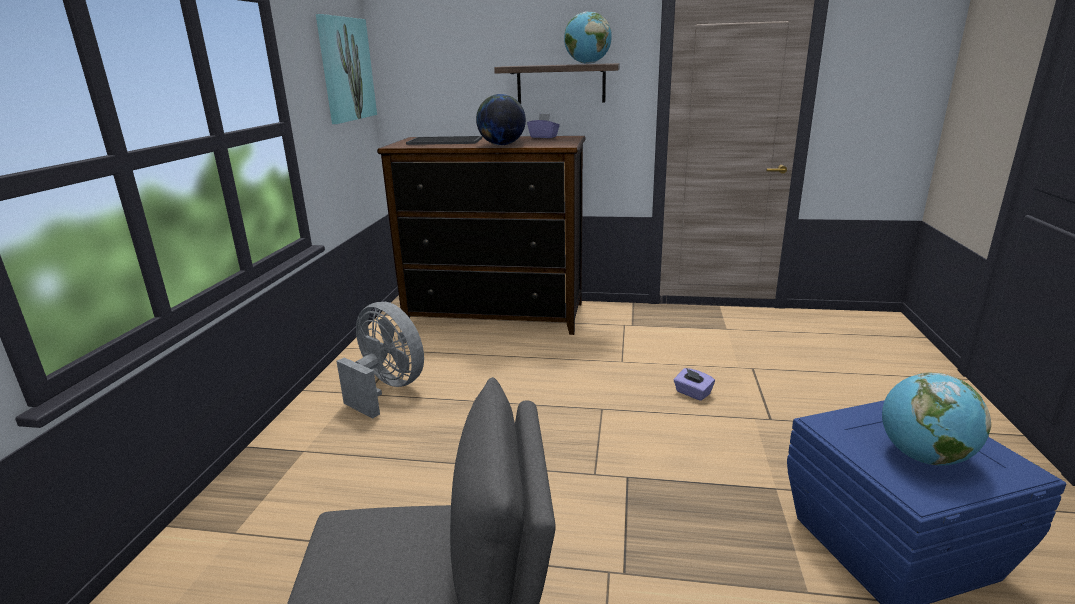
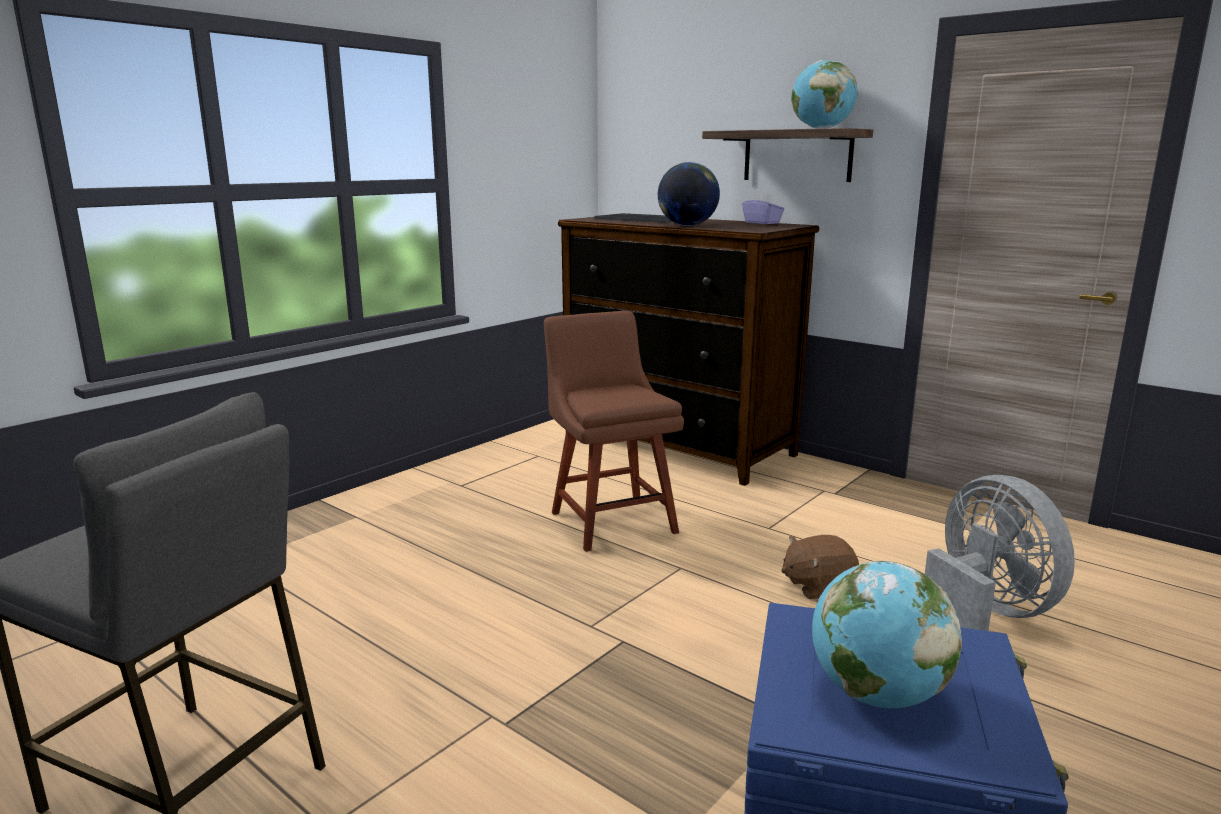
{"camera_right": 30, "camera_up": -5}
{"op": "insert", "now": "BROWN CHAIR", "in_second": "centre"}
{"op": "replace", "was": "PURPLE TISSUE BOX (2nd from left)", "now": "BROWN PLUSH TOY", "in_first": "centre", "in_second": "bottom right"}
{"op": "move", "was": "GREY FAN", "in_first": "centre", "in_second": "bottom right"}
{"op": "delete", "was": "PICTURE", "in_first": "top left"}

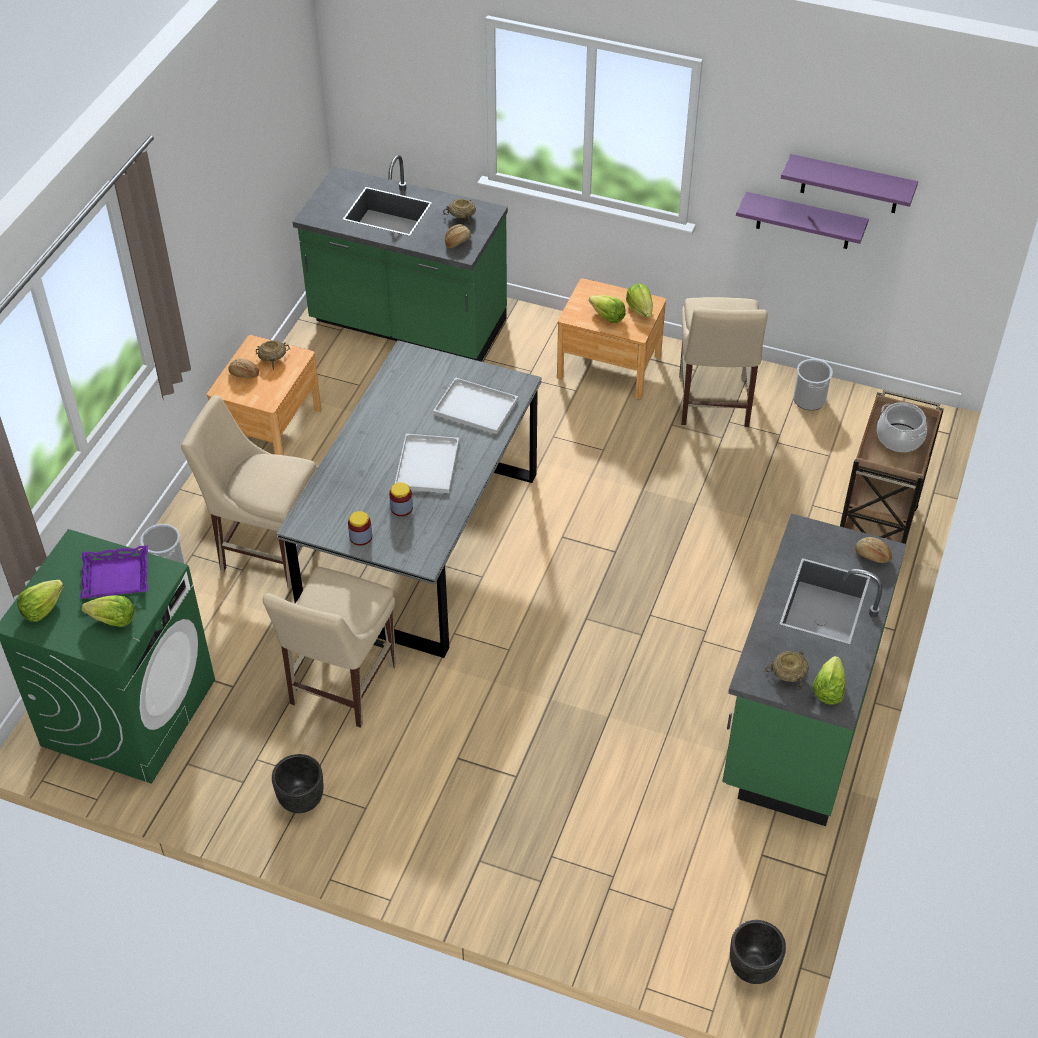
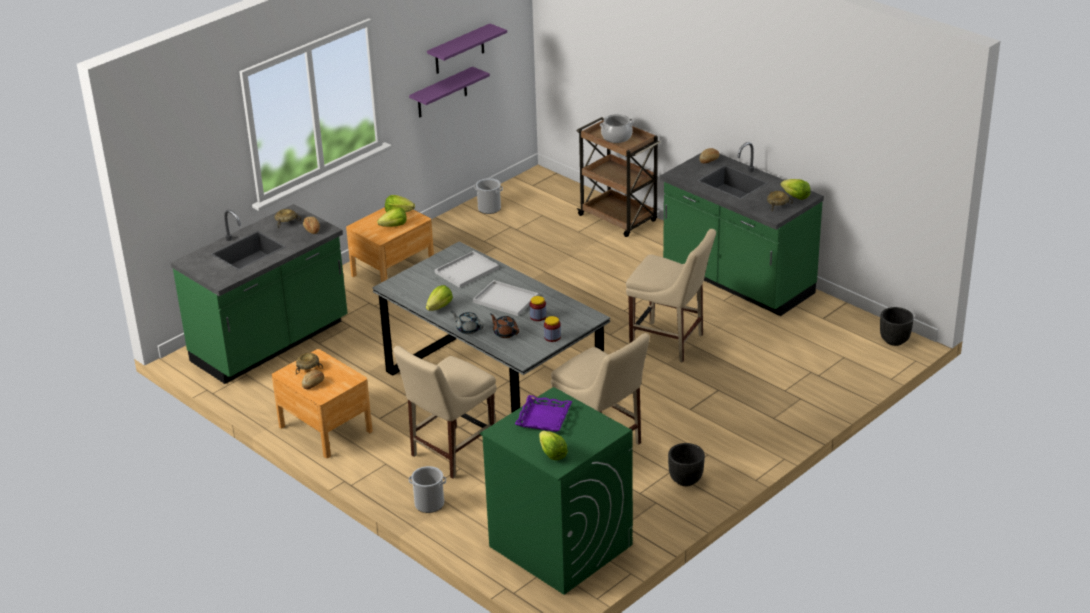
{"camera_right": -65, "camera_up": -15}
{"op": "move", "was": "LETTUCE (2nd from left in the first image)", "now": "LETTUCE (3rd from left)", "in_first": "middle left", "in_second": "centre"}
{"op": "insert", "now": "GREY TEAPOT", "in_second": "centre"}
{"op": "insert", "now": "BROWN TEAPOT", "in_second": "centre"}
{"op": "move", "was": "BEIGE CHAIR (3rd from left)", "in_first": "middle right", "in_second": "centre"}

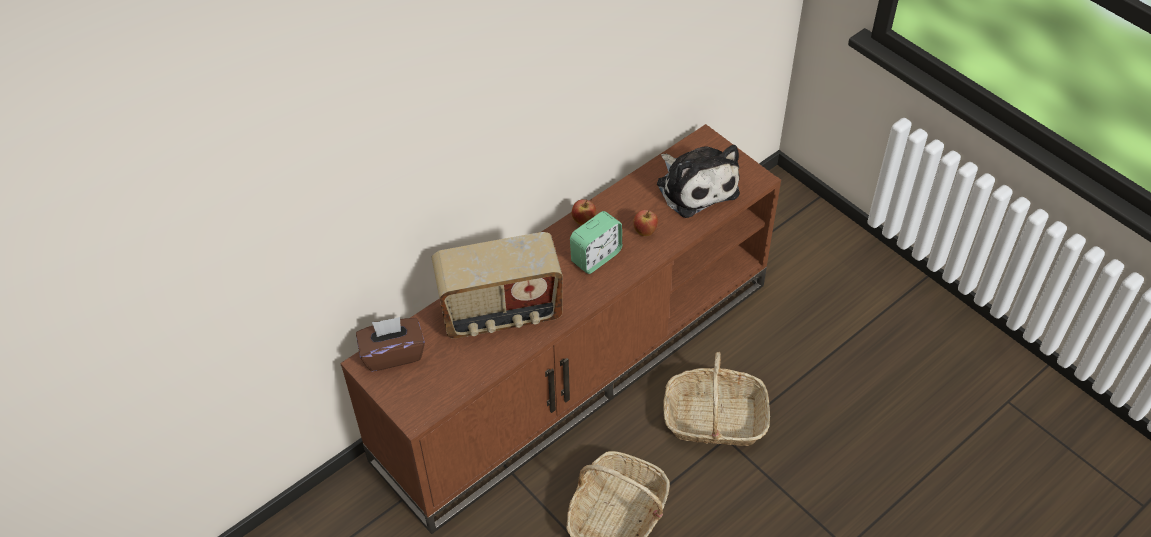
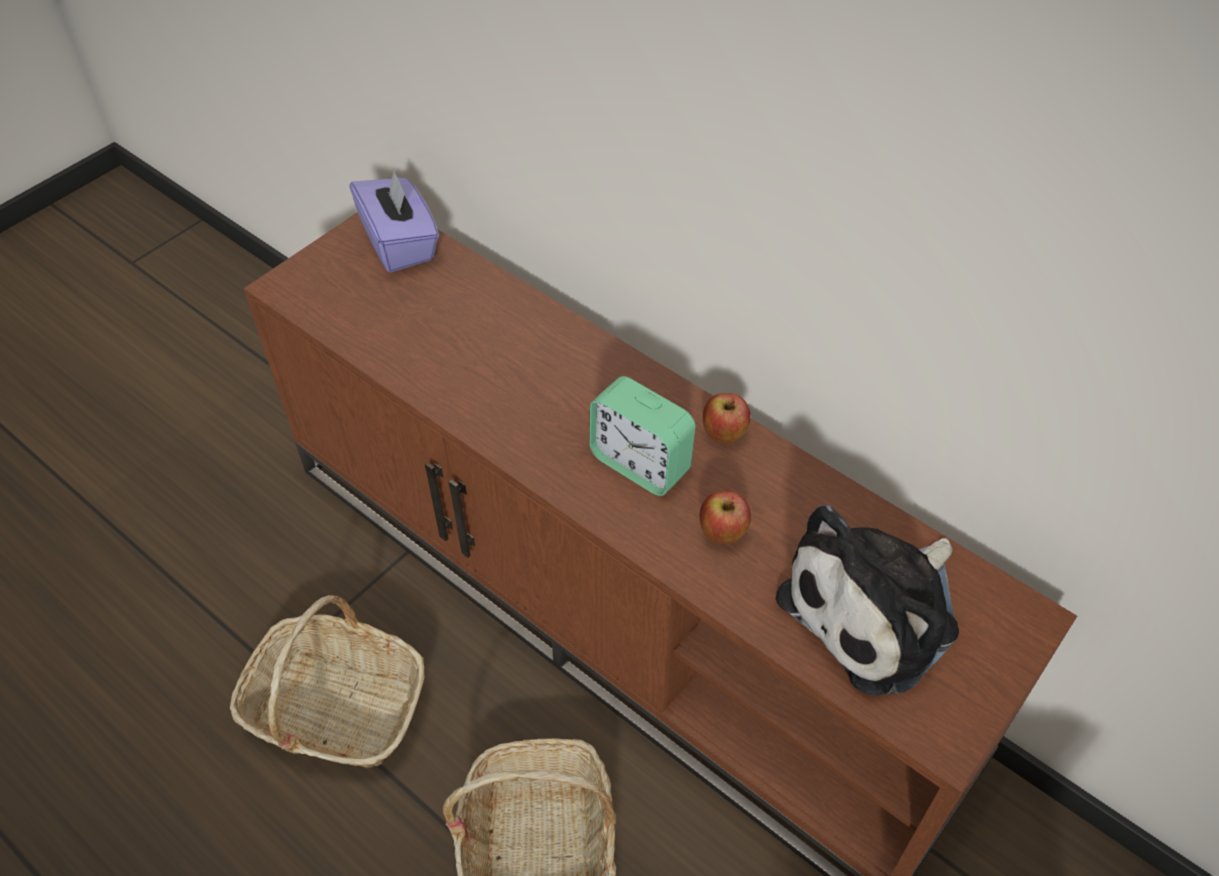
{"camera_right": 80, "camera_up": 0}
{"op": "recolor", "was": "BROWN TISSUE BOX", "now": "PURPLE TISSUE BOX", "in_first": "centre", "in_second": "top left"}
{"op": "delete", "was": "RADIO", "in_first": "centre"}

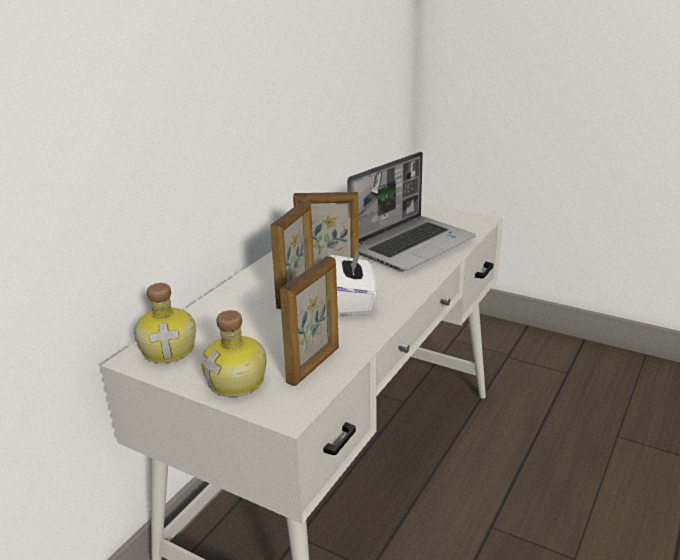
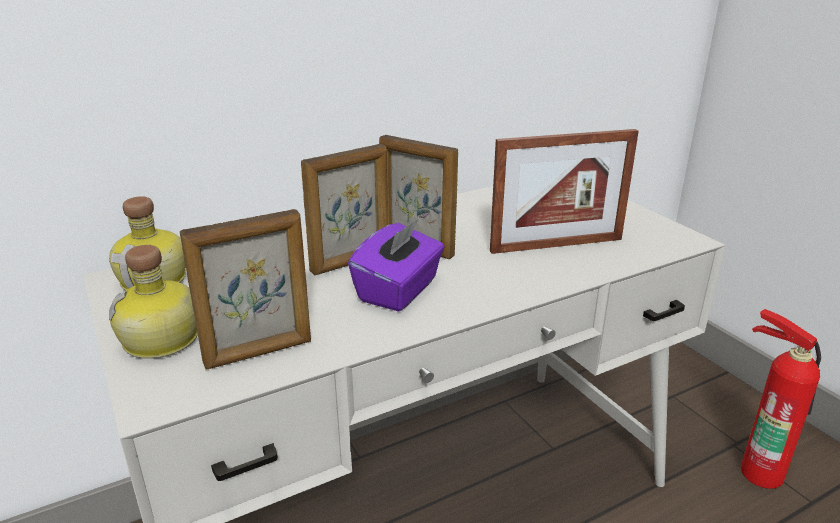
{"camera_right": 30, "camera_up": 0}
{"op": "recolor", "was": "WHITE TISSUE BOX", "now": "PURPLE TISSUE BOX", "in_first": "centre", "in_second": "centre"}
{"op": "replace", "was": "LAPTOP", "now": "PICTURE FRAME (4th from left)", "in_first": "centre", "in_second": "middle right"}
{"op": "insert", "now": "FIRE EXTINGUISHER", "in_second": "bottom right"}

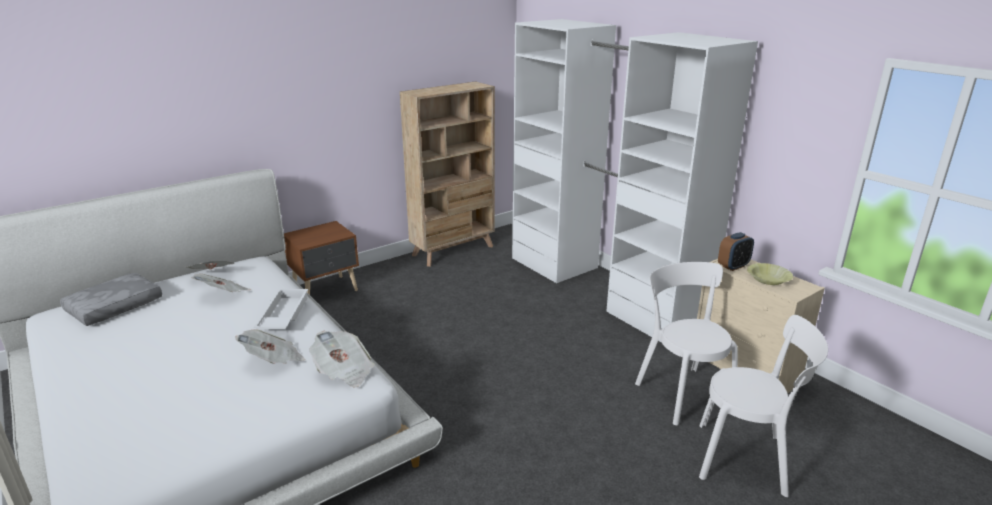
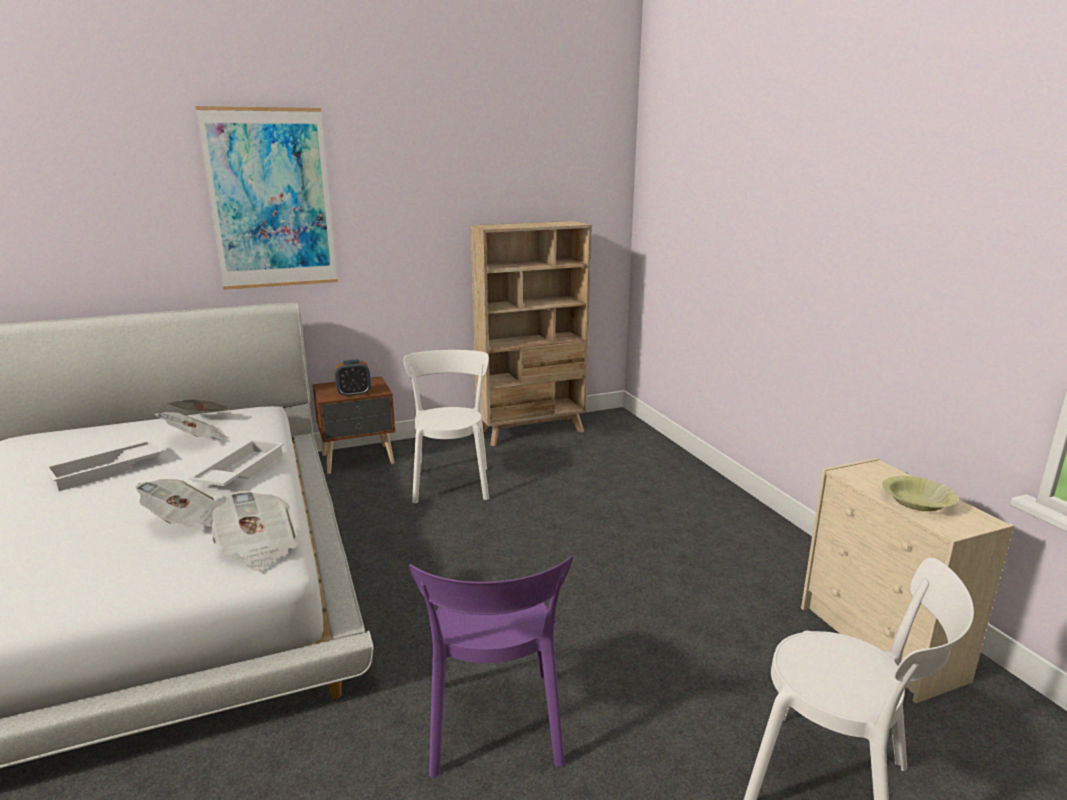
{"camera_right": 15, "camera_up": -5}
{"op": "insert", "now": "WHITE TRAY (1st from left)", "in_second": "middle left"}
{"op": "insert", "now": "PICTURE", "in_second": "top left"}
{"op": "move", "was": "ALARM CLOCK", "in_first": "middle right", "in_second": "middle left"}
{"op": "move", "was": "WHITE CHAIR (1st from left)", "in_first": "bottom right", "in_second": "centre"}
{"op": "insert", "now": "PURPLE CHAIR", "in_second": "bottom centre"}
{"op": "delete", "was": "GREY PILLOW", "in_first": "middle left"}
{"op": "delete", "was": "WHITE WARDROBE", "in_first": "centre"}

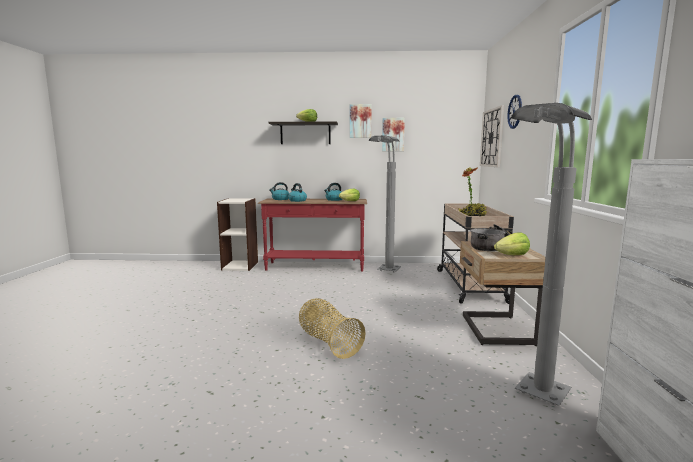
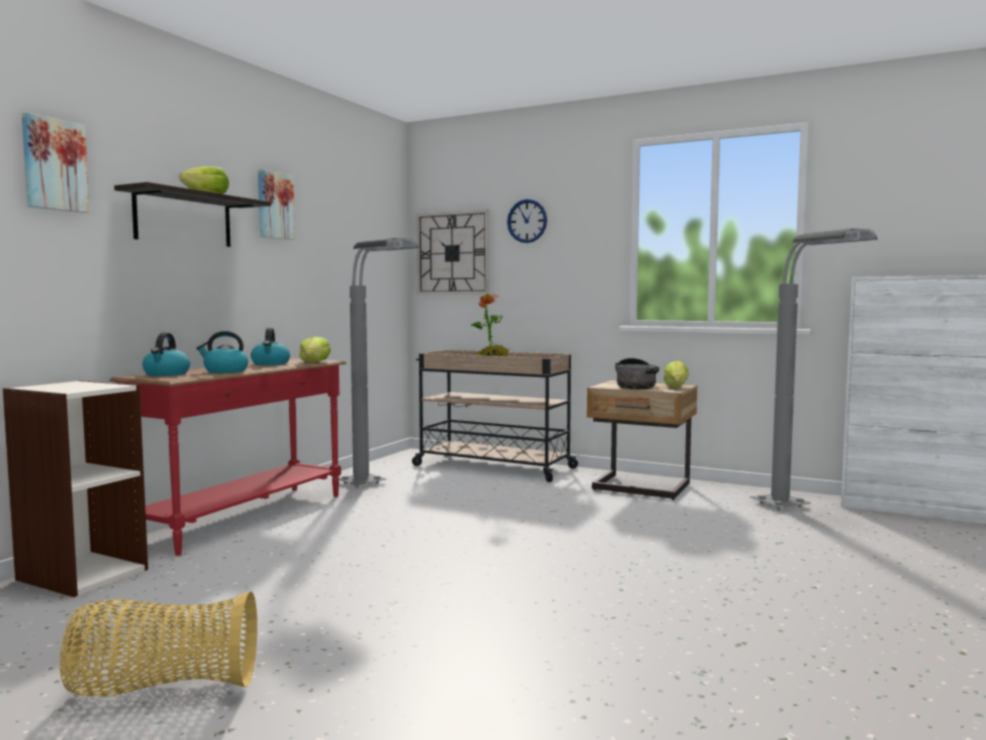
{"camera_right": -65, "camera_up": -5}
{"op": "move", "was": "PICTURE (2nd from left in the first image)", "now": "PICTURE (1st from left)", "in_first": "top centre", "in_second": "top left"}
{"op": "move", "was": "BASKET", "in_first": "bottom centre", "in_second": "bottom left"}

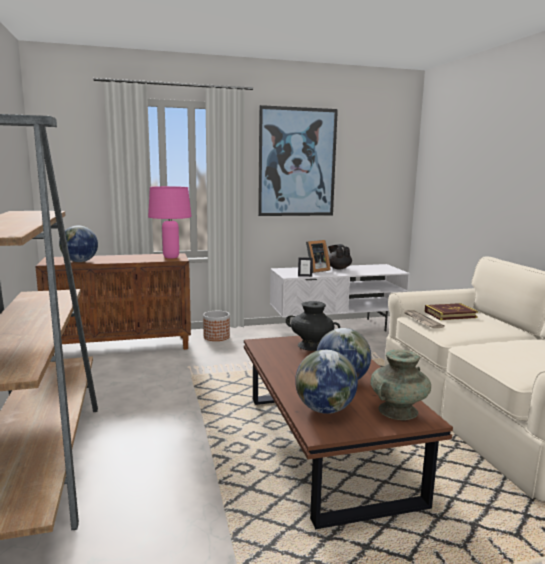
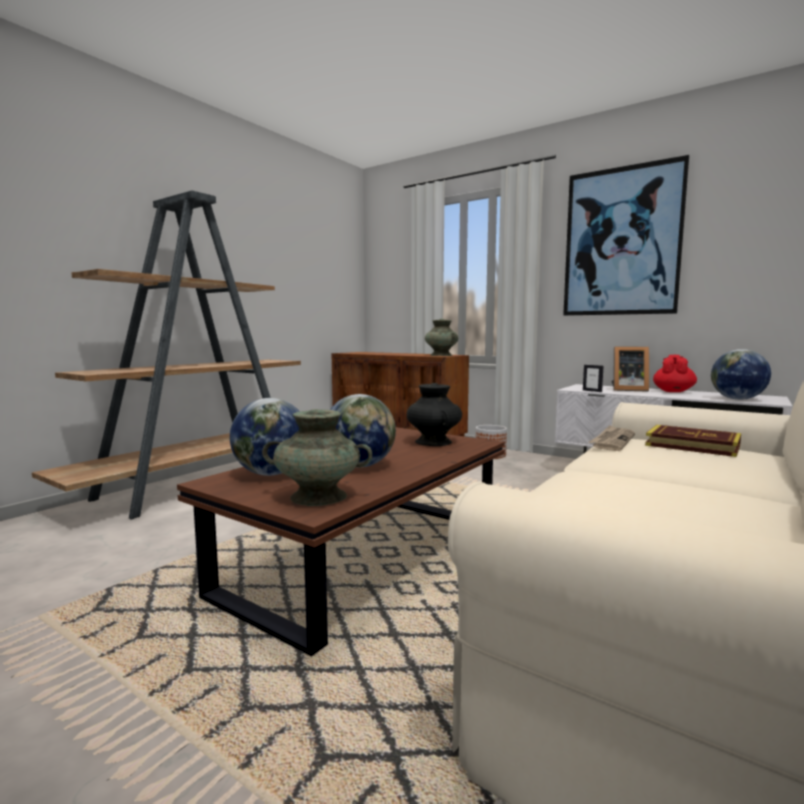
{"camera_right": 50, "camera_up": -5}
{"op": "replace", "was": "PINK TABLE LAMP", "now": "TURQUOISE VASE (2nd from left)", "in_first": "middle left", "in_second": "centre"}
{"op": "recolor", "was": "BLACK TEAPOT", "now": "RED TEAPOT", "in_first": "centre", "in_second": "middle right"}
{"op": "move", "was": "GLOBE (1st from left in the first image)", "now": "GLOBE (3rd from left)", "in_first": "middle left", "in_second": "middle right"}

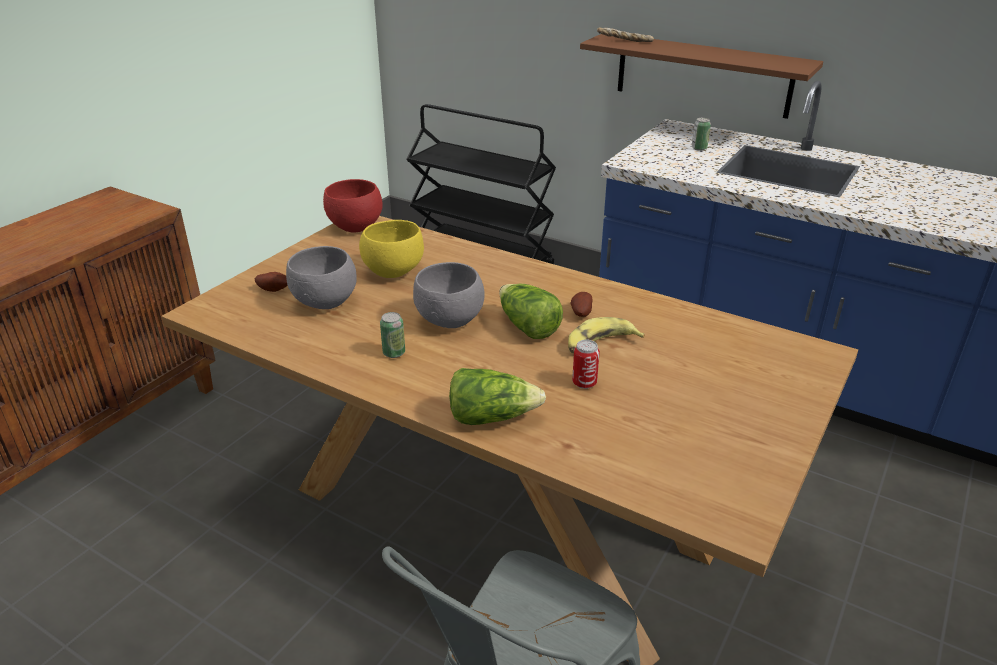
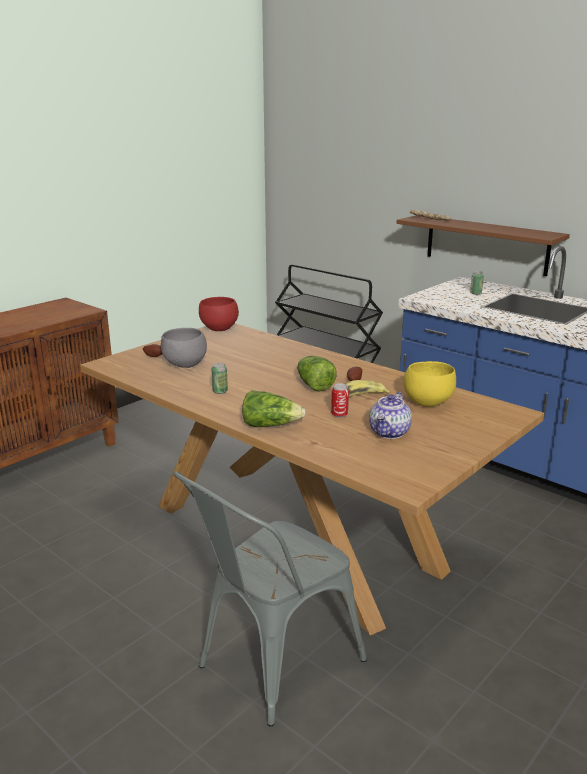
{"camera_right": 10, "camera_up": -10}
{"op": "insert", "now": "TEAPOT", "in_second": "centre"}
{"op": "move", "was": "YELLOW BOWL", "in_first": "centre", "in_second": "middle right"}
{"op": "delete", "was": "GREY BOWL (2nd from left)", "in_first": "centre"}

